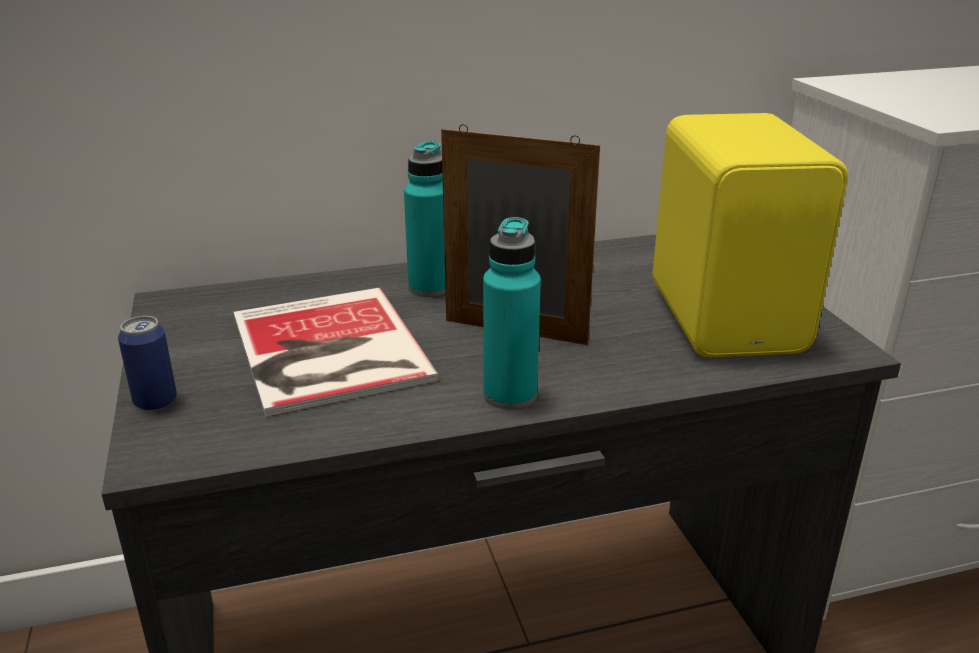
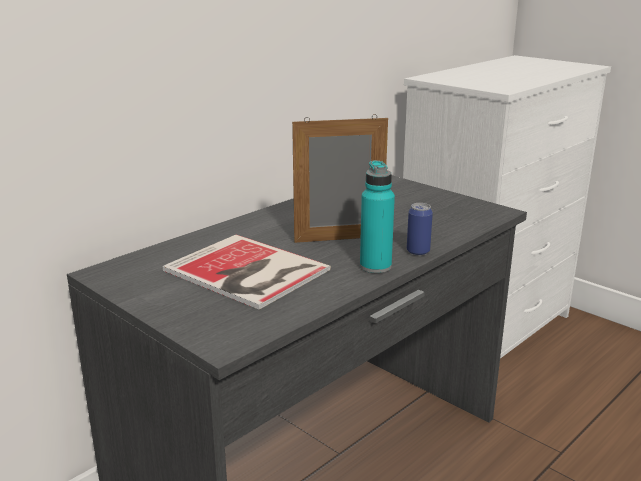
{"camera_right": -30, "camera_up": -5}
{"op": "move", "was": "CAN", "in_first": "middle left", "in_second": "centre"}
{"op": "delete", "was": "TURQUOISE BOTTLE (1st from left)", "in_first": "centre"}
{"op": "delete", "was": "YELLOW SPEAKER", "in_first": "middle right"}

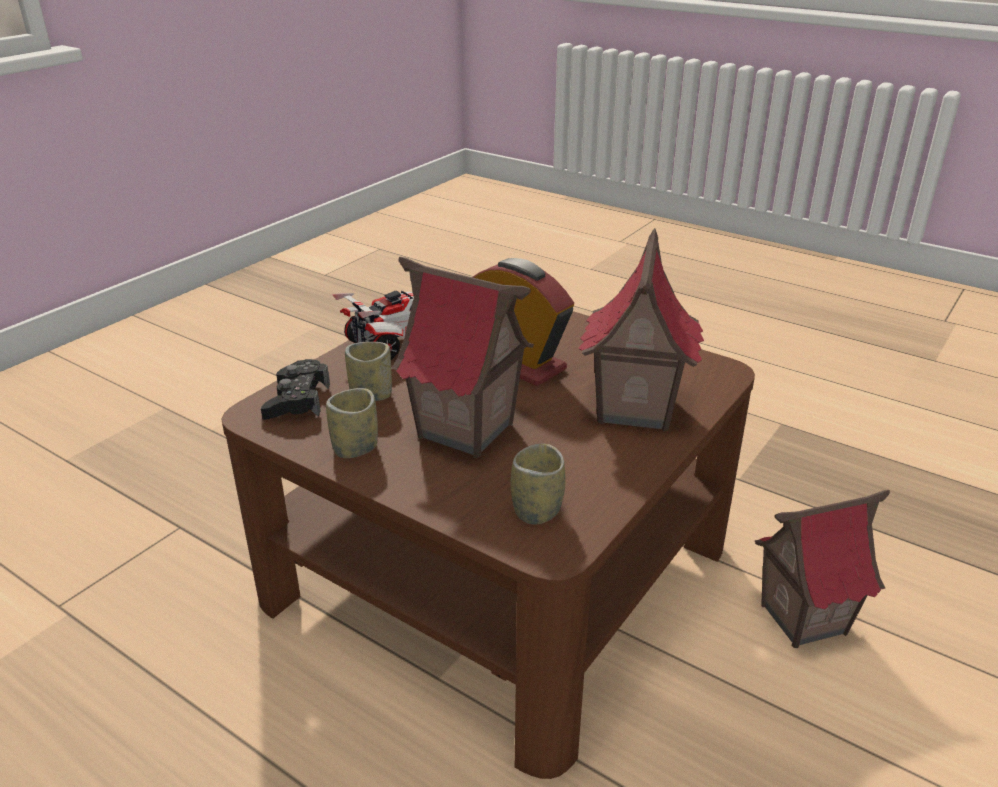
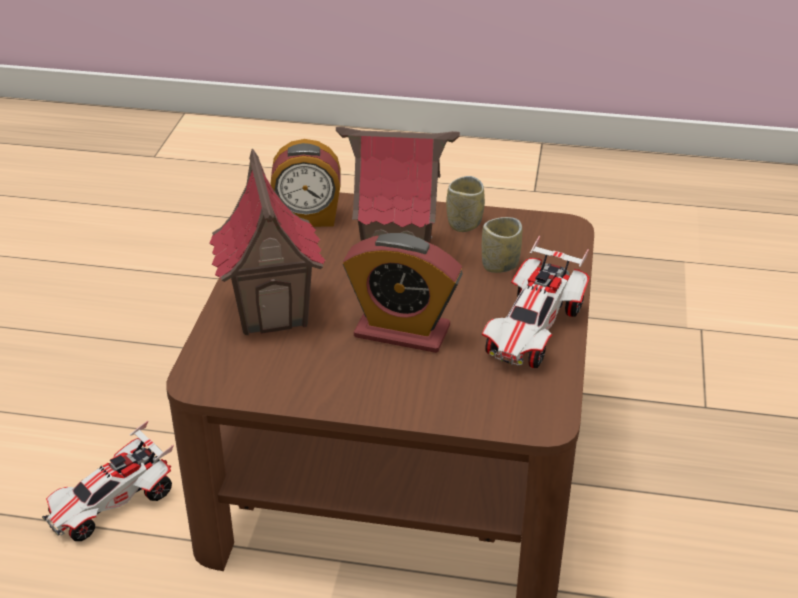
{"camera_right": 155, "camera_up": 5}
{"op": "replace", "was": "TOY HOUSE (3rd from left)", "now": "TOY CAR (1st from left)", "in_first": "bottom right", "in_second": "bottom left"}
{"op": "replace", "was": "CUP (3rd from left)", "now": "ALARM CLOCK (1st from left)", "in_first": "centre", "in_second": "top centre"}
{"op": "delete", "was": "BLACK GAME CONTROLLER", "in_first": "middle left"}

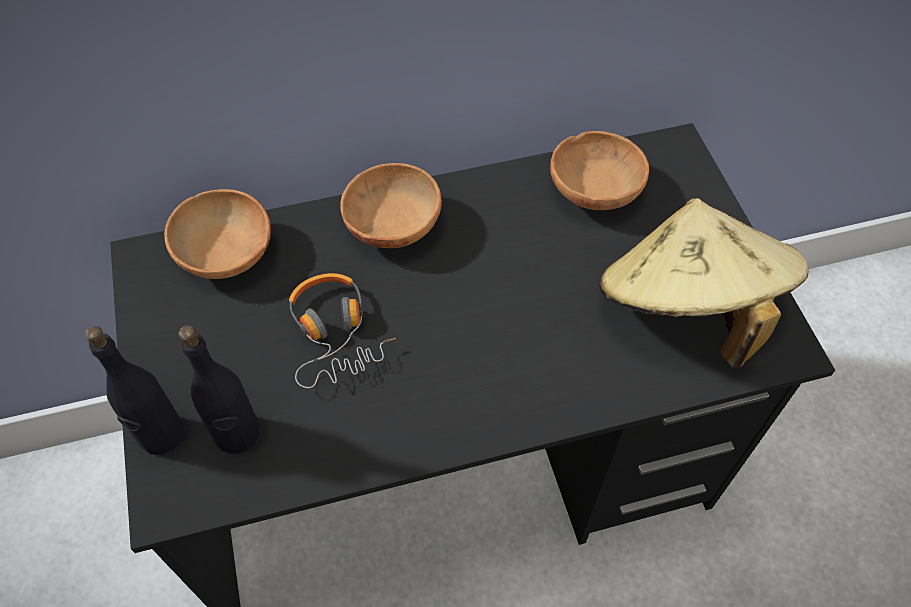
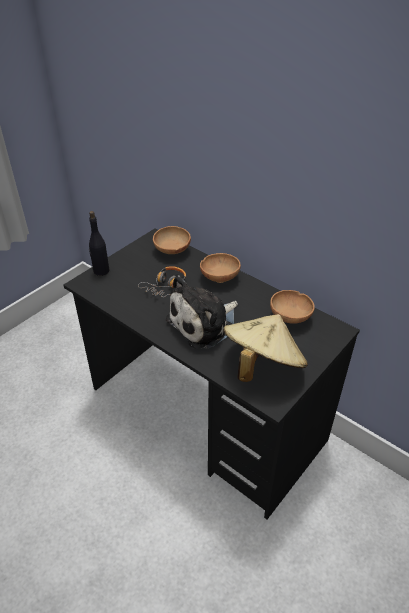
{"camera_right": 55, "camera_up": -15}
{"op": "insert", "now": "PLUSH TOY", "in_second": "centre"}
{"op": "delete", "was": "BLACK BOTTLE (2nd from left)", "in_first": "middle left"}

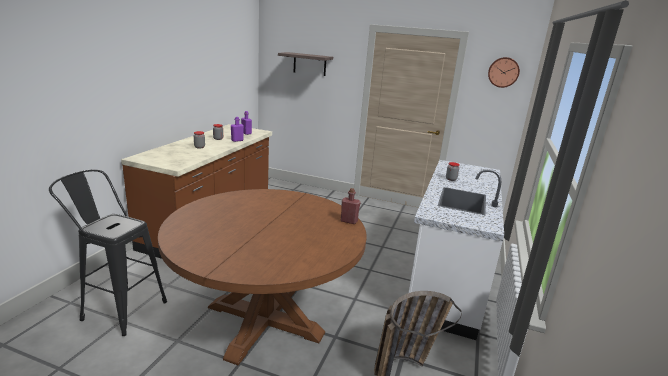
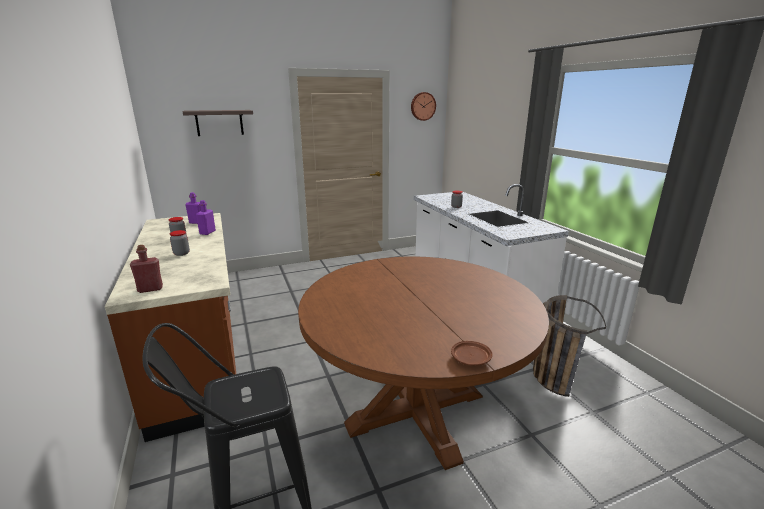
{"camera_right": -40, "camera_up": 0}
{"op": "move", "was": "RED BOTTLE", "in_first": "centre", "in_second": "middle left"}
{"op": "insert", "now": "BROWN PLATE", "in_second": "bottom centre"}

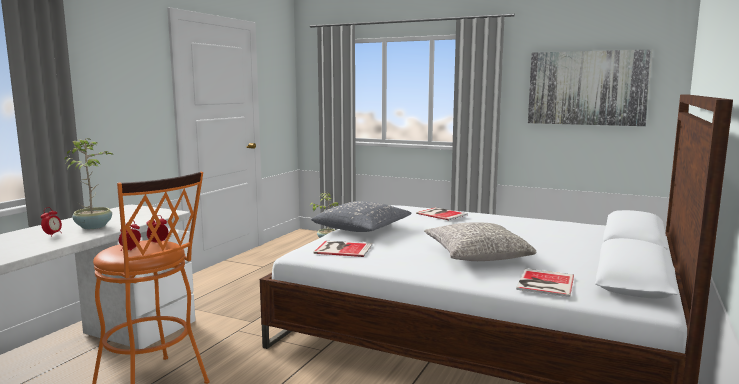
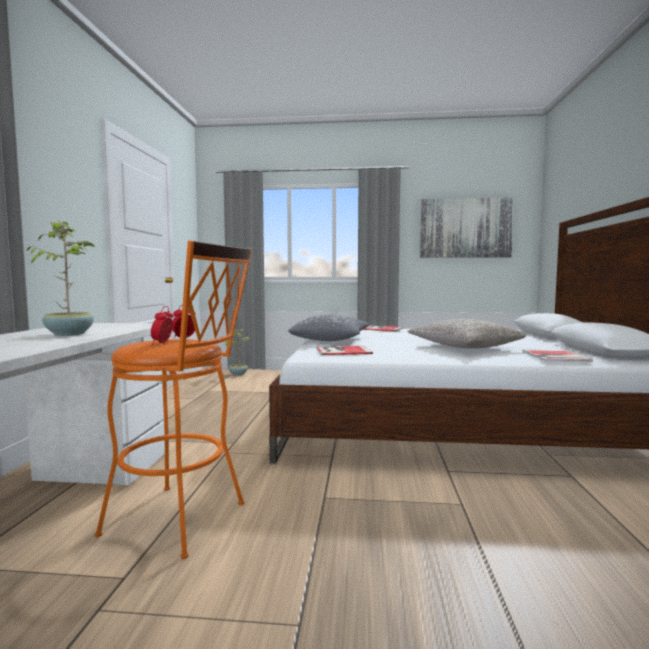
{"camera_right": -20, "camera_up": -5}
{"op": "delete", "was": "ALARM CLOCK (1st from left)", "in_first": "middle left"}

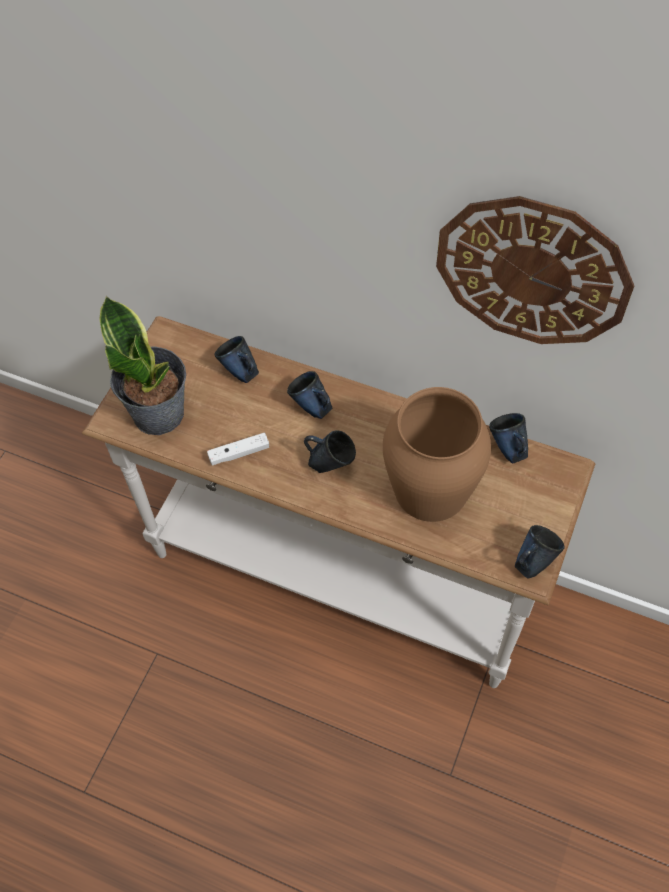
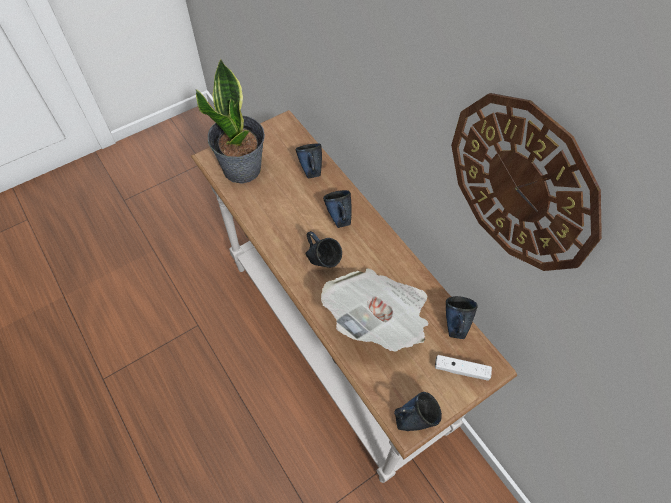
{"camera_right": 30, "camera_up": 0}
{"op": "replace", "was": "BROWN VASE", "now": "NEWSPAPER", "in_first": "centre", "in_second": "centre"}
{"op": "move", "was": "WHITE GAME CONTROLLER", "in_first": "centre", "in_second": "bottom right"}

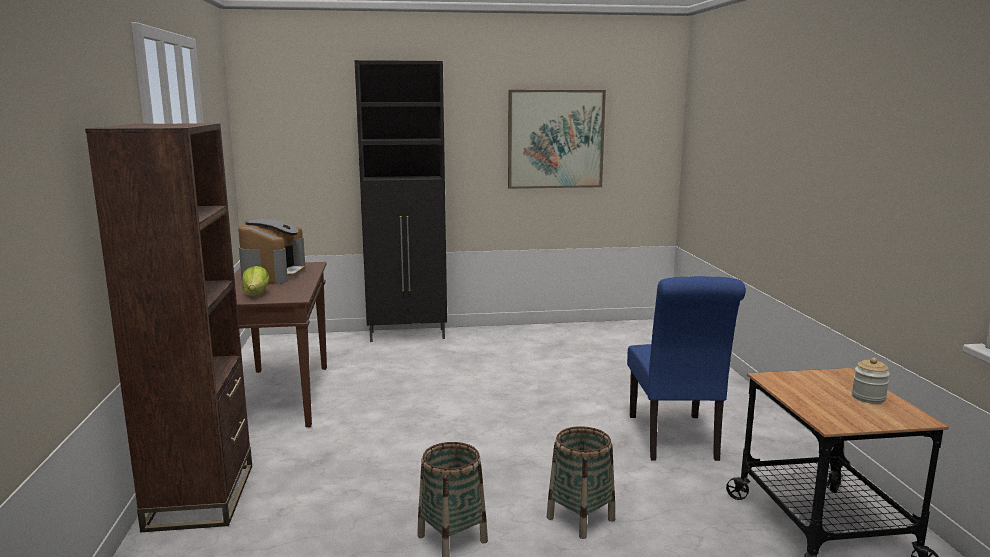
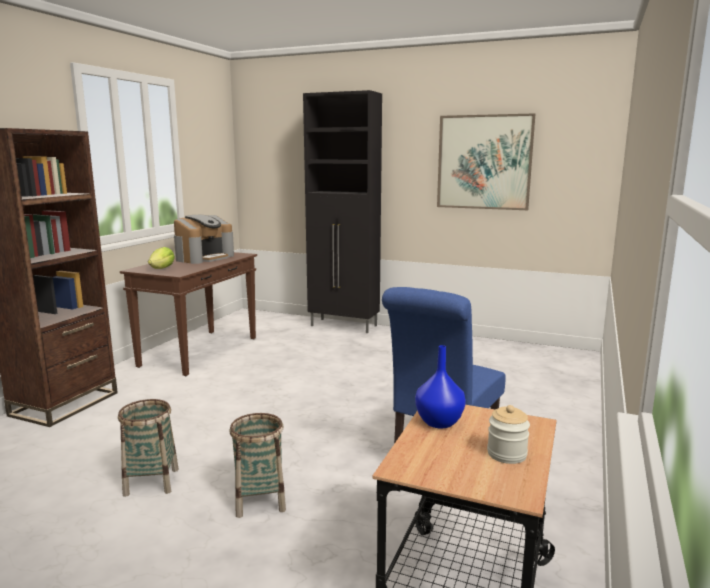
{"camera_right": 30, "camera_up": 0}
{"op": "insert", "now": "BLUE VASE", "in_second": "centre"}

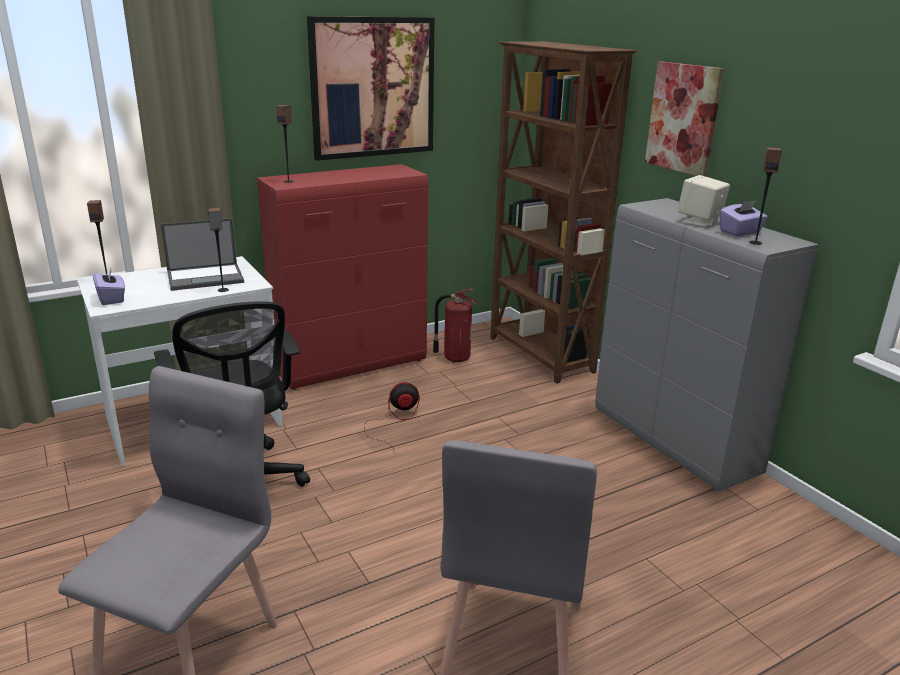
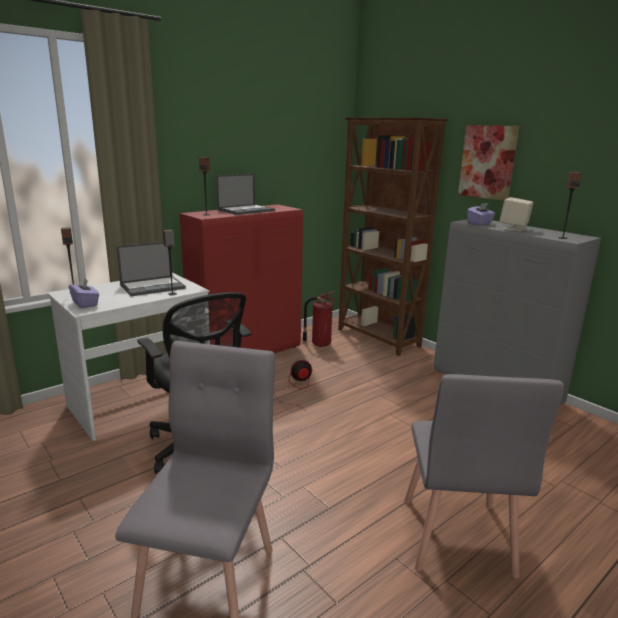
{"camera_right": -10, "camera_up": -5}
{"op": "insert", "now": "LAPTOP (2nd from left)", "in_second": "top centre"}
{"op": "move", "was": "PURPLE TISSUE BOX (2nd from left)", "in_first": "top right", "in_second": "middle right"}
{"op": "delete", "was": "PICTURE (1st from left)", "in_first": "top centre"}

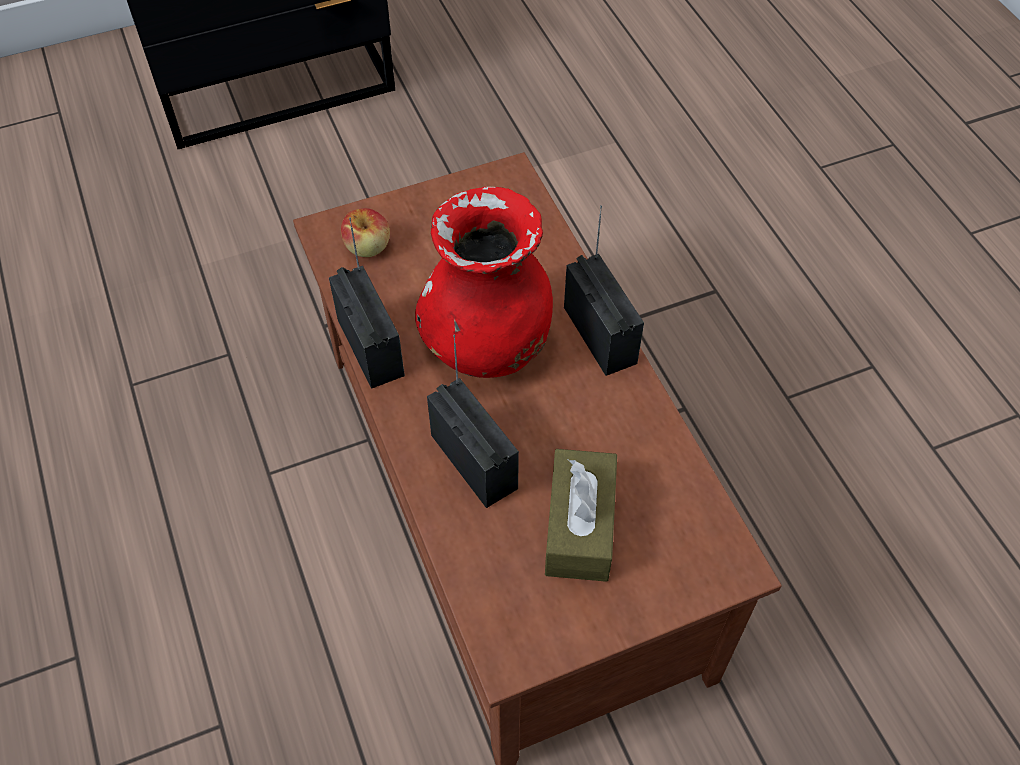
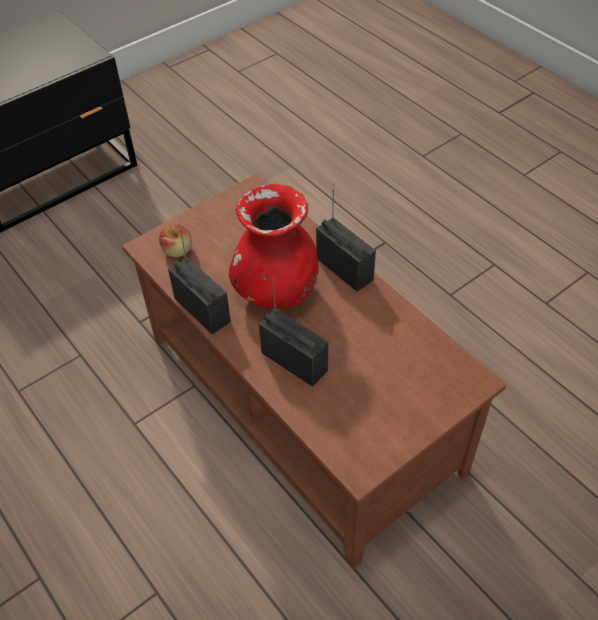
{"camera_right": -15, "camera_up": -5}
{"op": "delete", "was": "BROWN TISSUE BOX", "in_first": "bottom centre"}

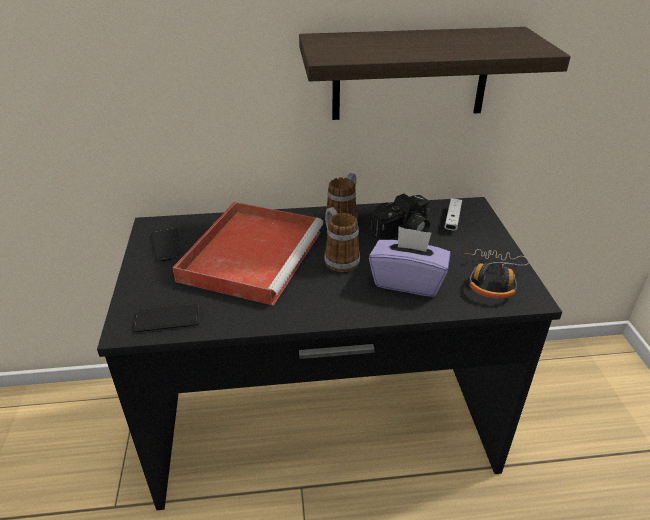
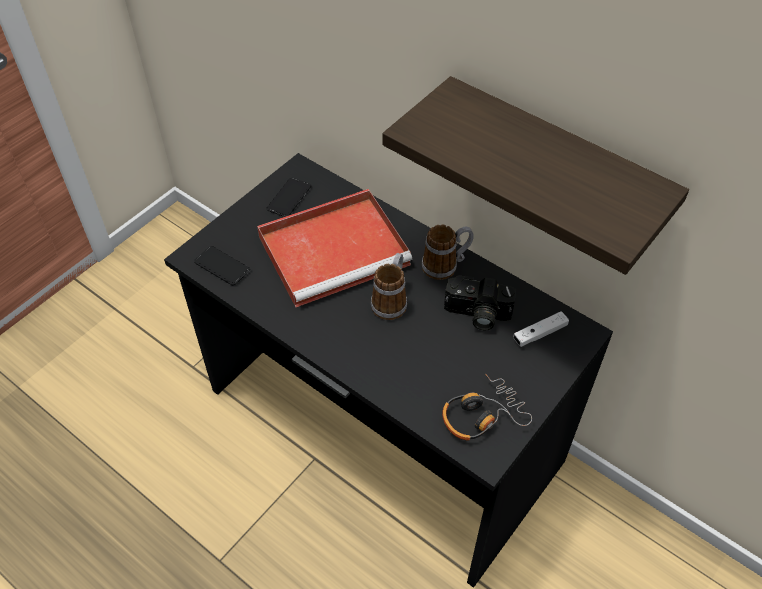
{"camera_right": 45, "camera_up": 15}
{"op": "delete", "was": "PURPLE TISSUE BOX", "in_first": "centre"}

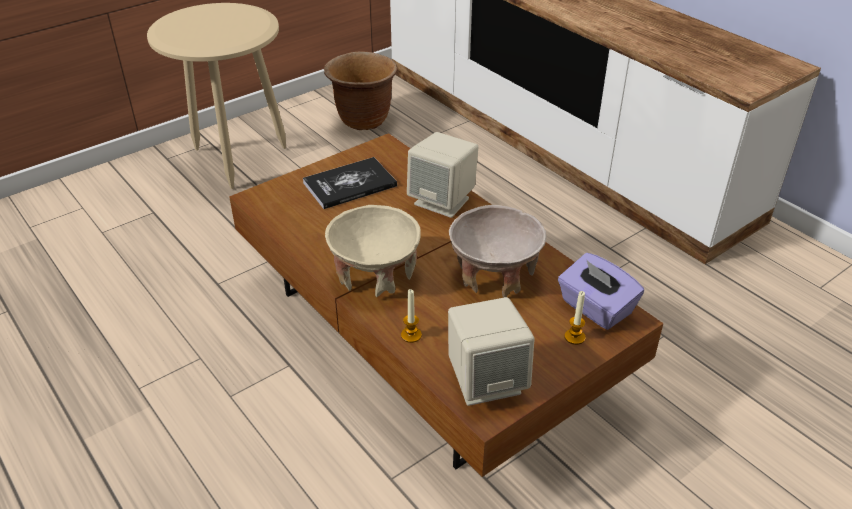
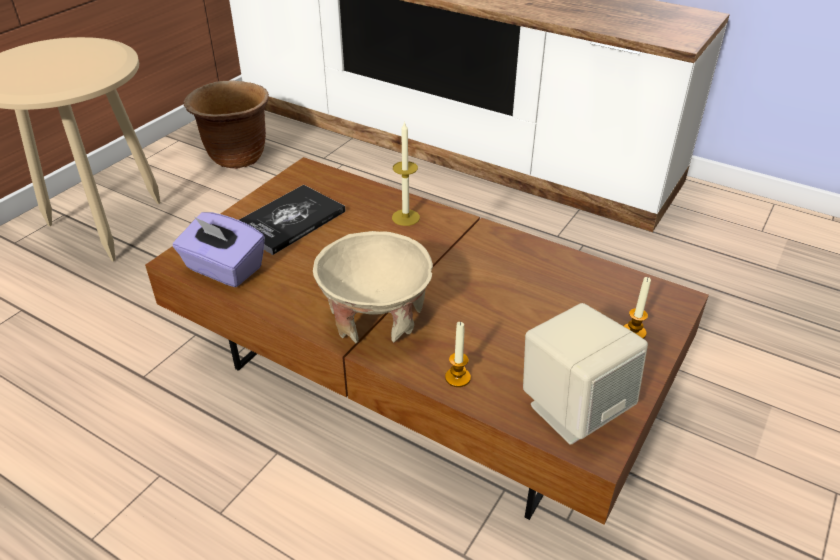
{"camera_right": -20, "camera_up": 0}
{"op": "move", "was": "PURPLE TISSUE BOX", "in_first": "middle right", "in_second": "middle left"}
{"op": "replace", "was": "BEIGE SPEAKER (1st from left)", "now": "CANDLE (1st from left)", "in_first": "centre", "in_second": "top centre"}
{"op": "delete", "was": "BEIGE BOWL (2nd from left)", "in_first": "centre"}

